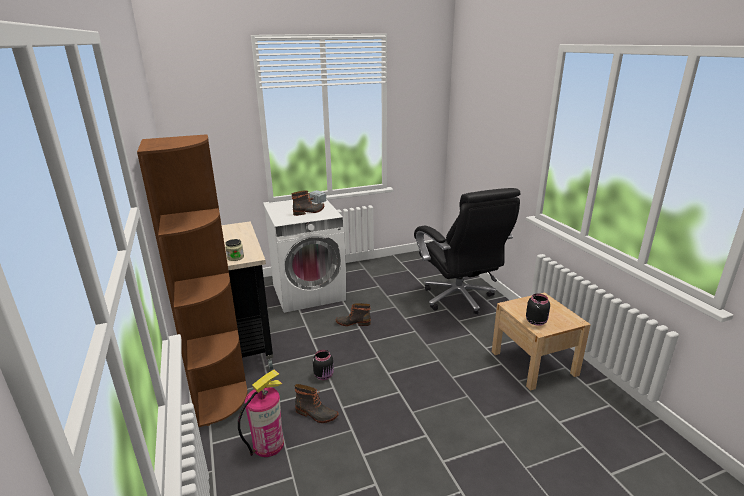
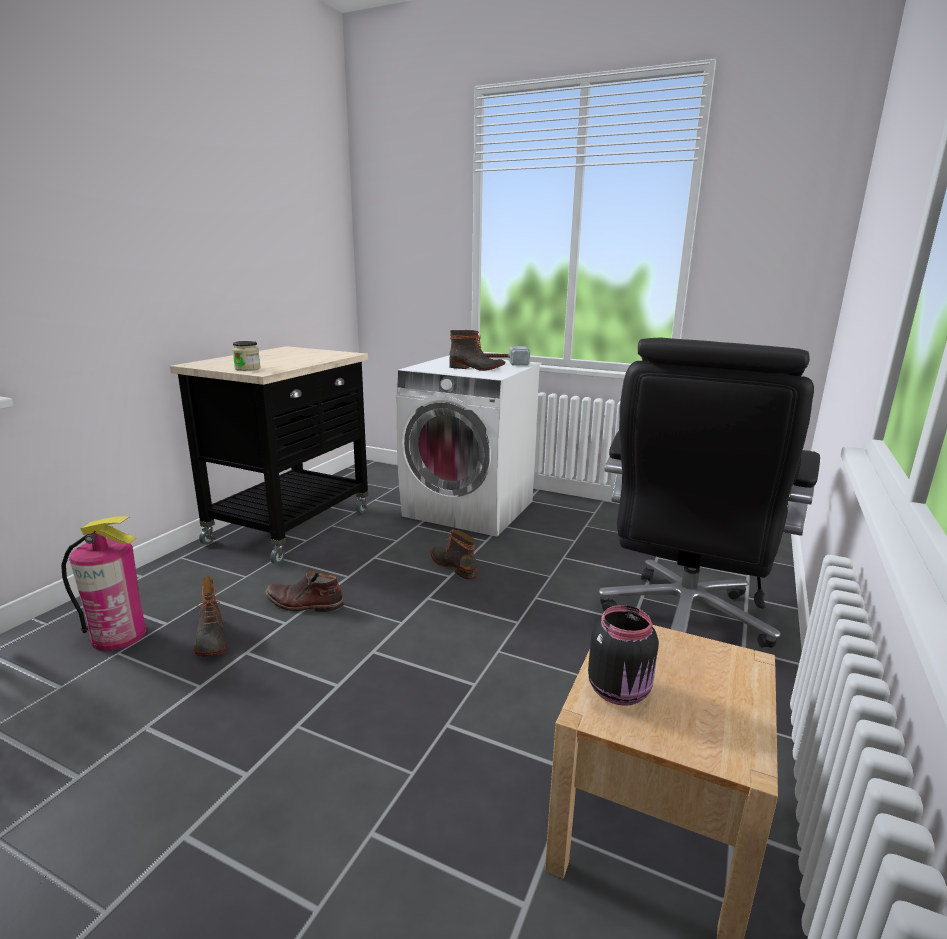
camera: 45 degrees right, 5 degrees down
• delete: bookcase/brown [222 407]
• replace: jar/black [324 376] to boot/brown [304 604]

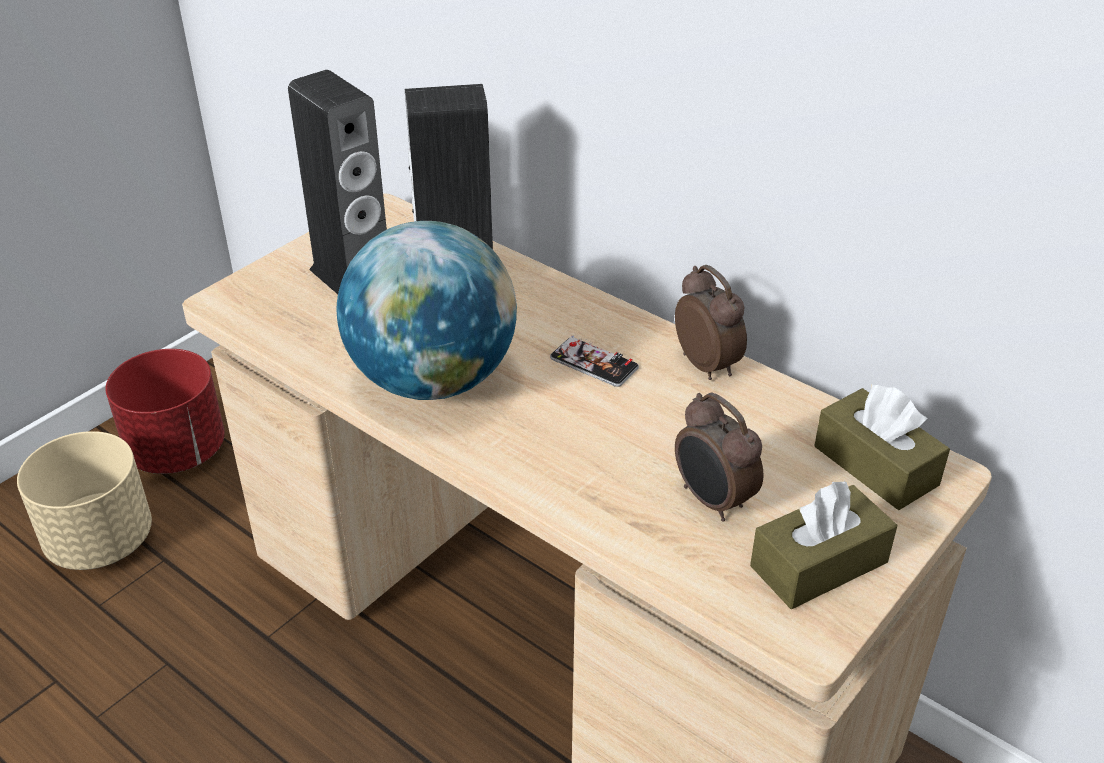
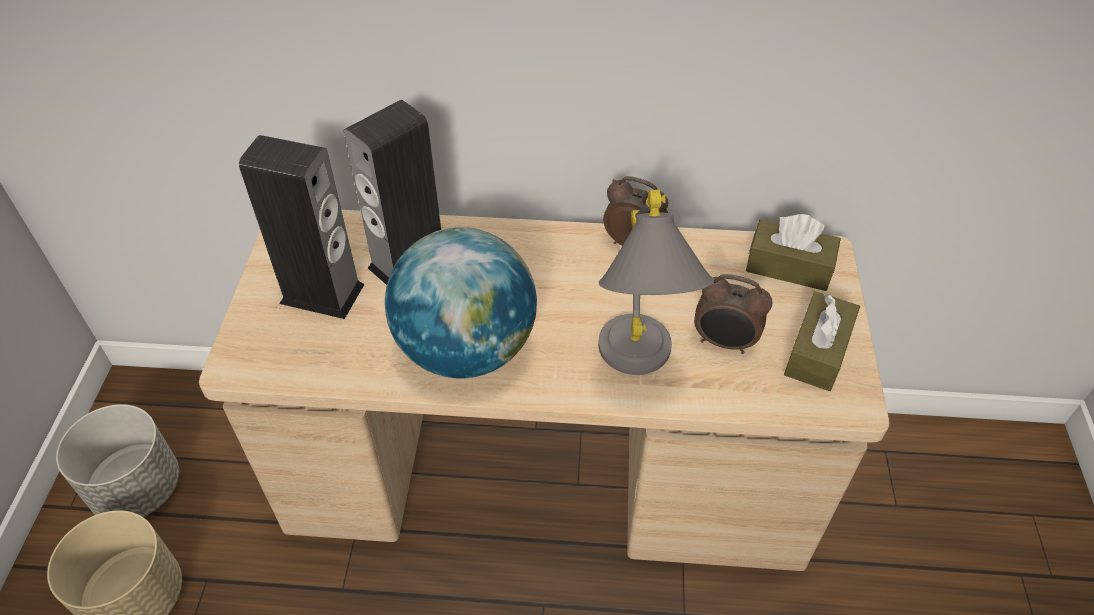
camera: 35 degrees left, 10 degrees up
• delete: phone [594 363]
• insert: table lamp/grey [637 368]
• recolor: planter/red [178 451] to planter/grey [138 488]

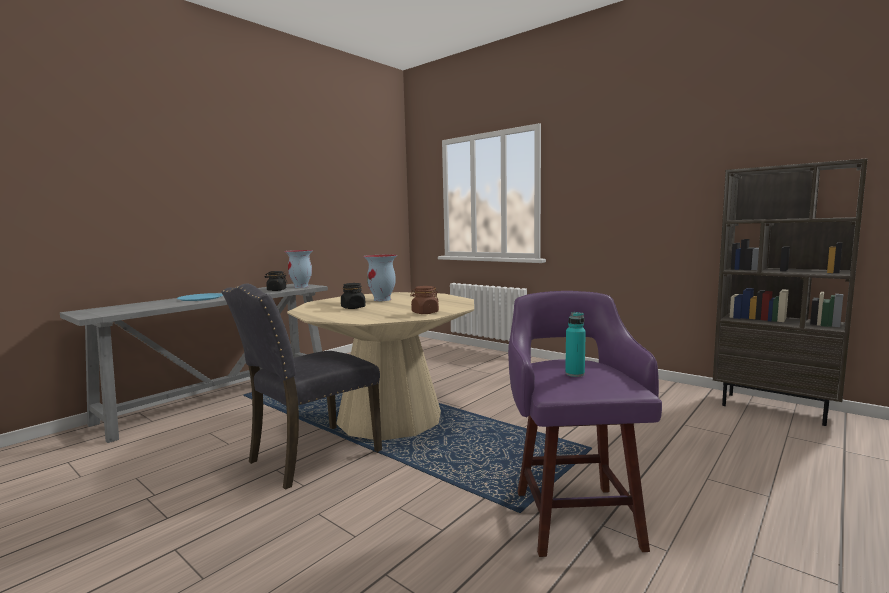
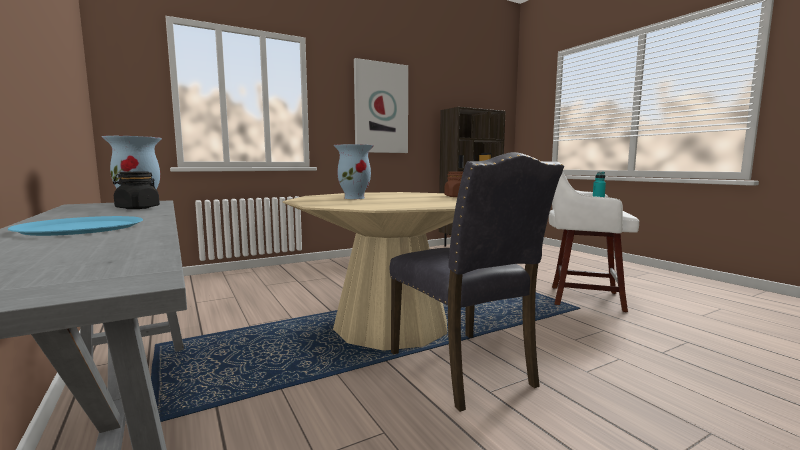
camera: 70 degrees left, 0 degrees up
• delete: jar/black [353 307]
• insert: picture [381 108]
• recolor: stool/purple [575 515] to stool/white [581 298]

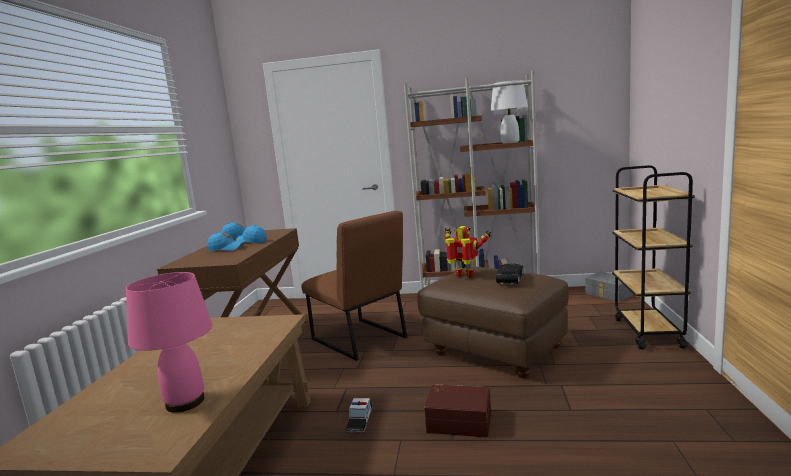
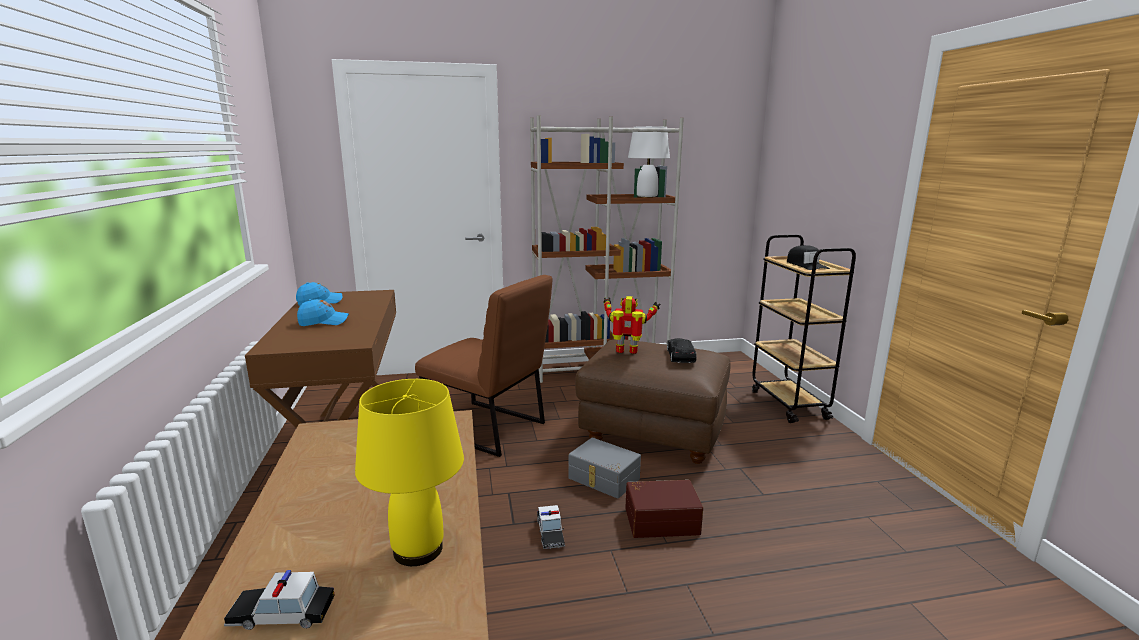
camera: 20 degrees left, 5 degrees up
• delete: cap/blue [252 241]
• insert: toy car [281 614]
• insert: cap/black [806 265]
• move: storage box/grey [608 294] to [603 479]
• recolor: table lamp/pink [184 402] to table lamp/yellow [417 550]

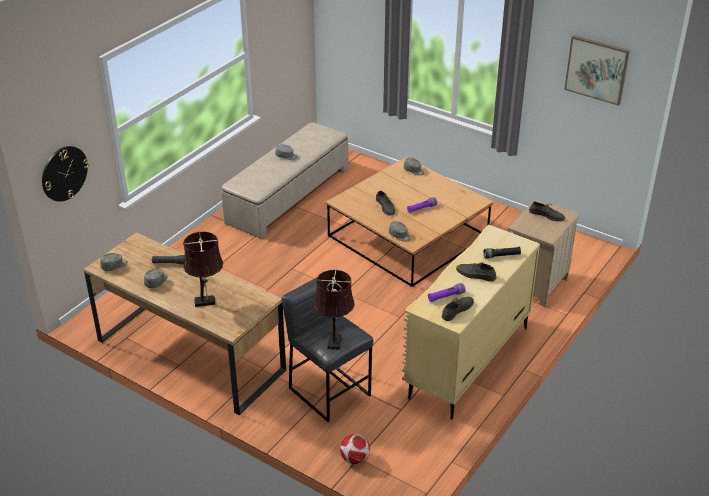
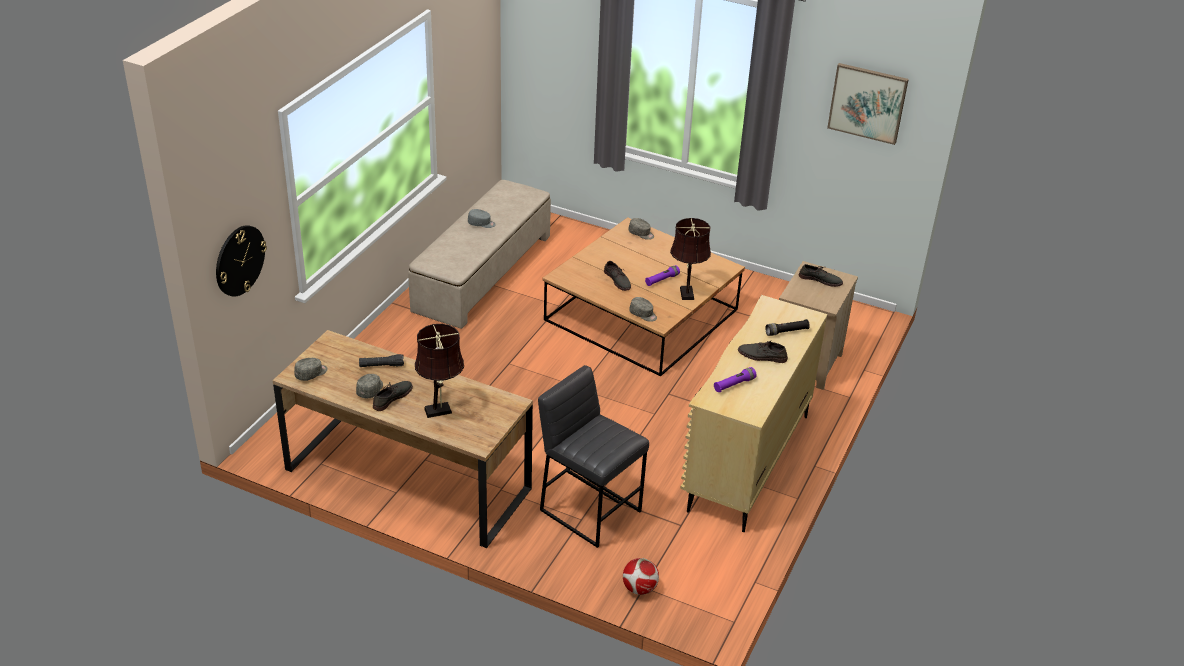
camera: 10 degrees left, 0 degrees up
• move: table lamp/brown [334 340] to [686 292]
• move: shoe/grey [457 310] to [392 397]

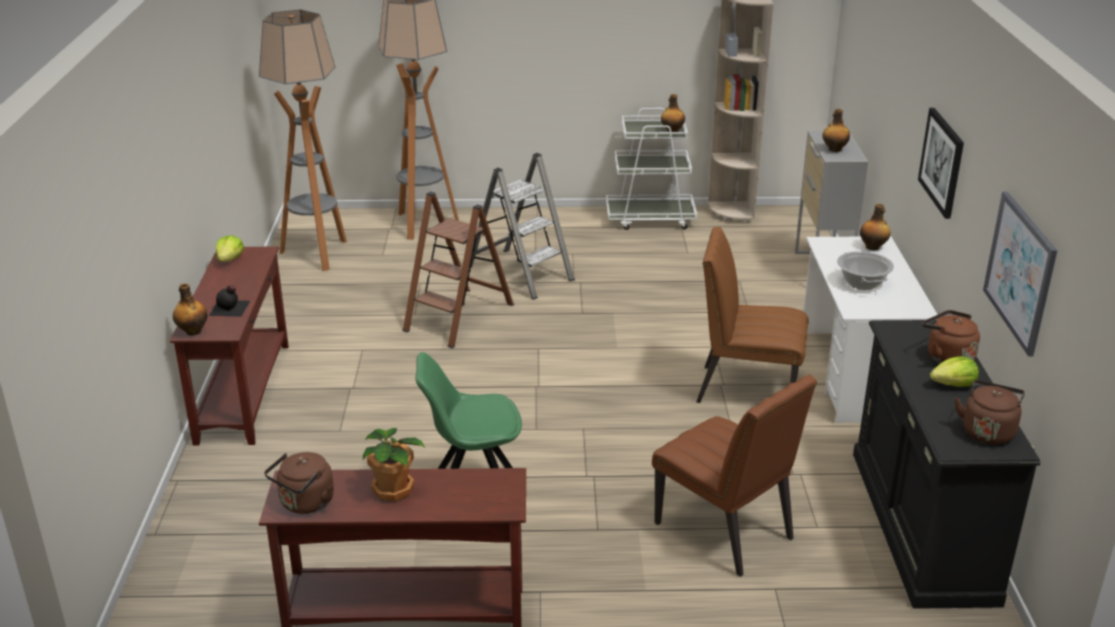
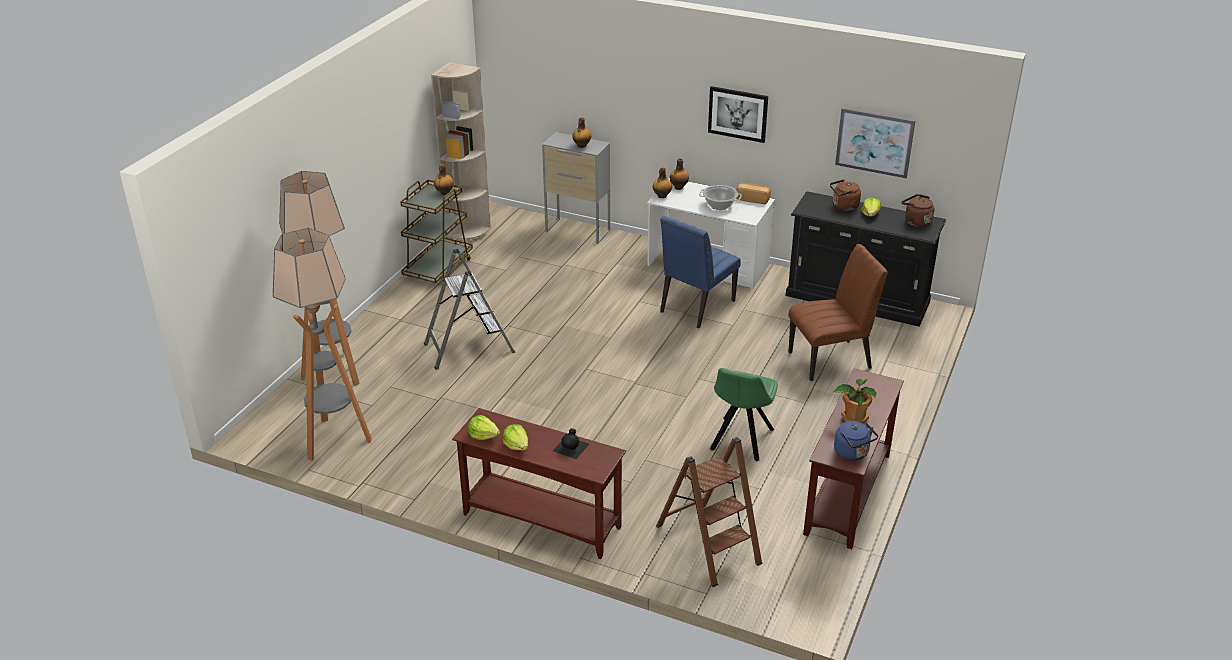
camera: 65 degrees left, 5 degrees up
• insert: lettuce [517 445]
• insert: bread [752 199]
• move: bottle [193 331] to [662 196]
• move: step ladder/brown [460 316] to [707 543]
• recolor: kettle/brown [305 504] to kettle/blue [853 453]
• recolor: cart/white [650 218] to cart/brown [438 268]
• recolor: chair/brown [747 390] to chair/blue [697 306]

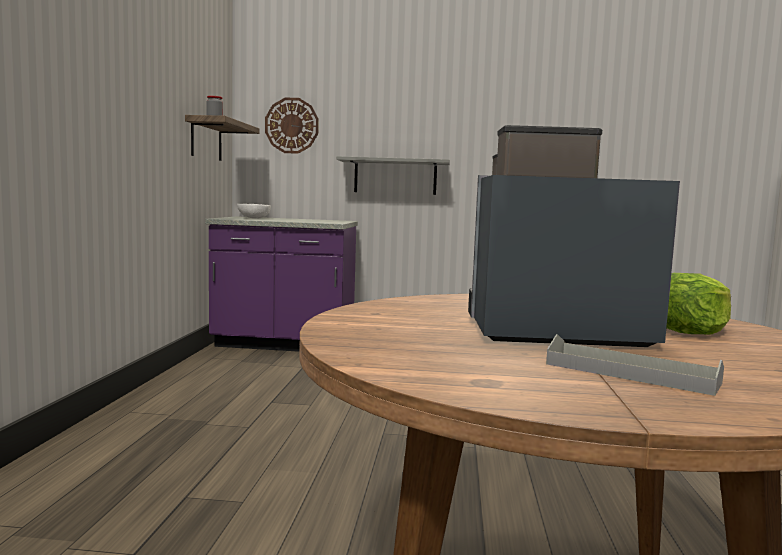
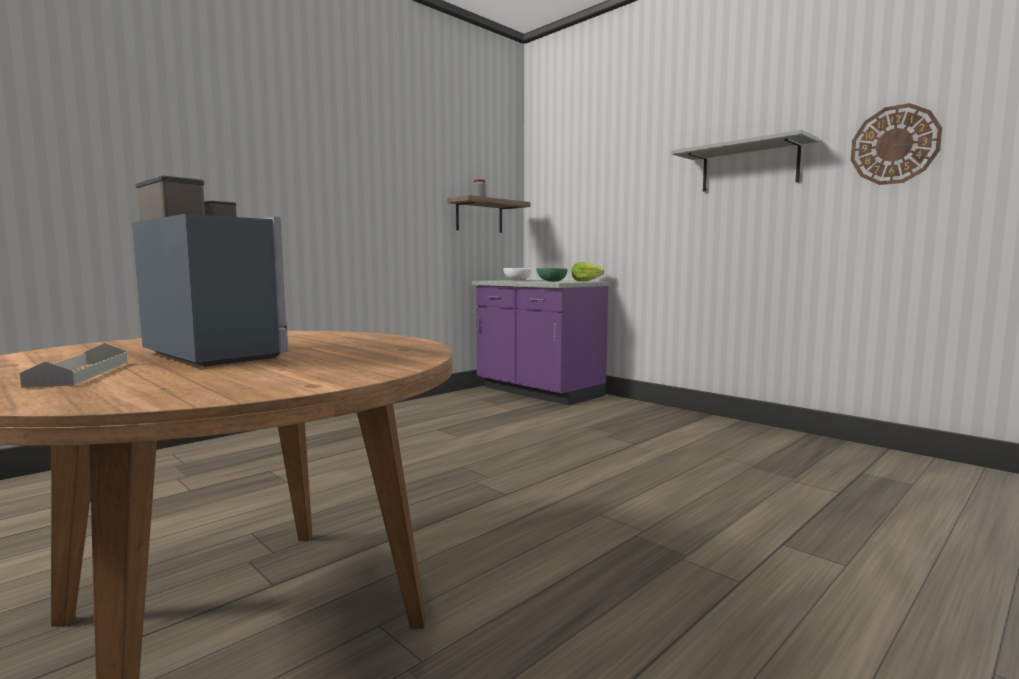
camera: 40 degrees right, 0 degrees up
• insert: bowl/green [551 281]
• move: wall clock [292 125] to [894 145]
• move: shelf/grey [395 176] to [749 167]
• move: lettuce [690 330] to [585 281]

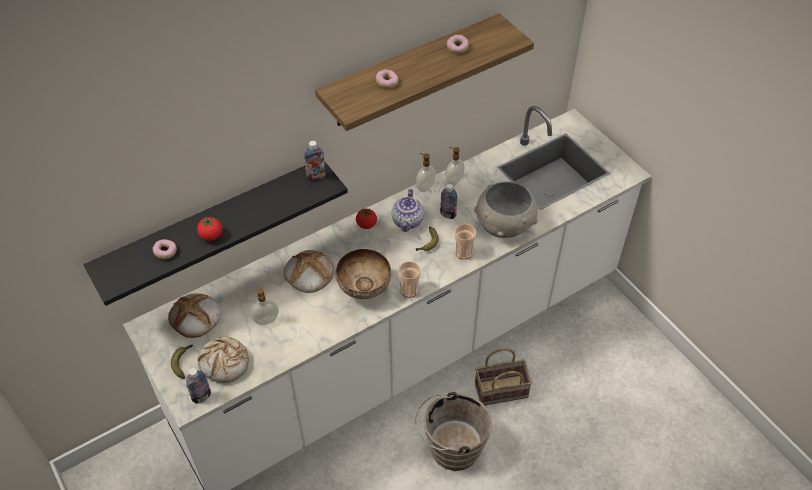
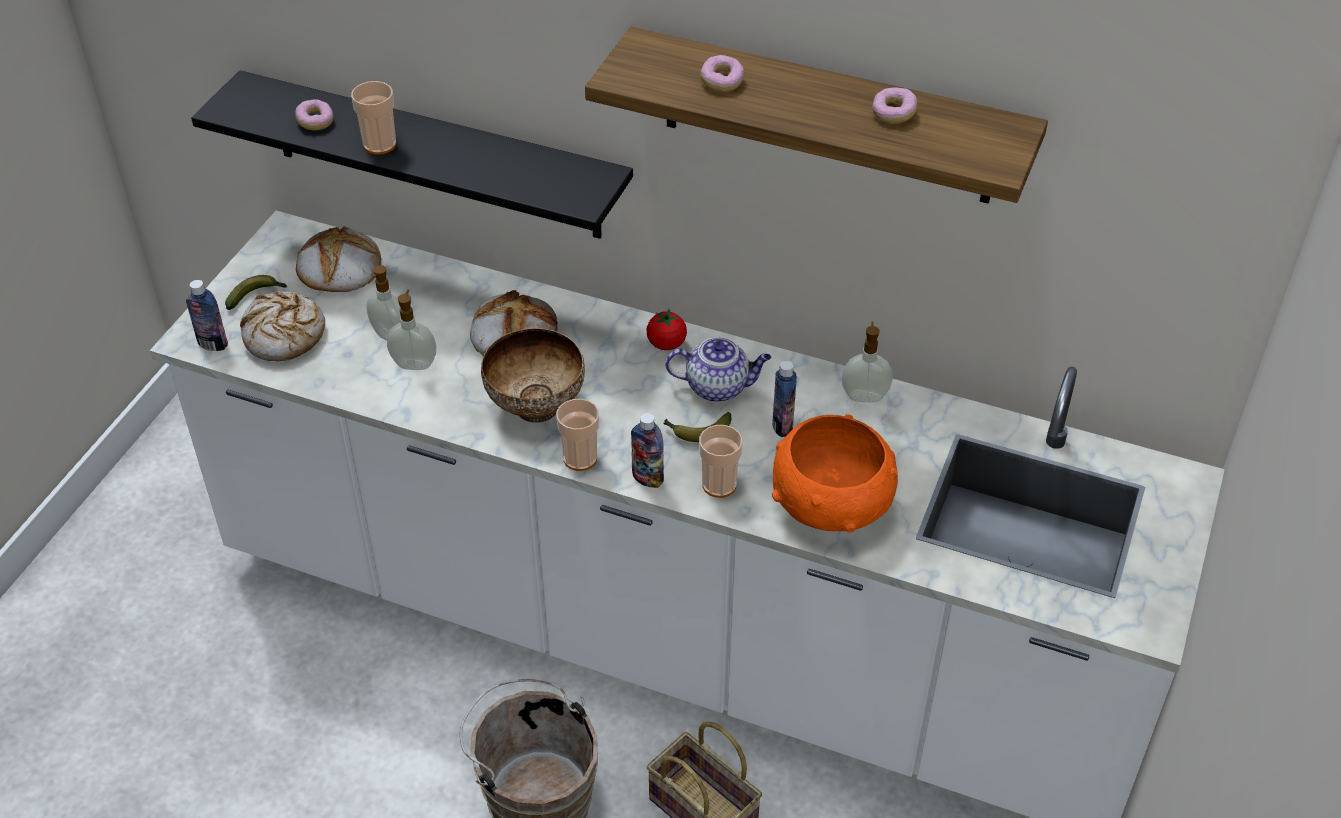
camera: 55 degrees right, 5 degrees down
• move: bottle [316 176] to [647 478]
• move: soap dispenser [425 187] to [414 363]
• replace: tomato [211 236] to cup [380 144]
• recolor: bowl/grey [504 225] to bowl/orange [831 507]
• rotate: teapot [408 222] = [718 387] 150 degrees counterclockwise

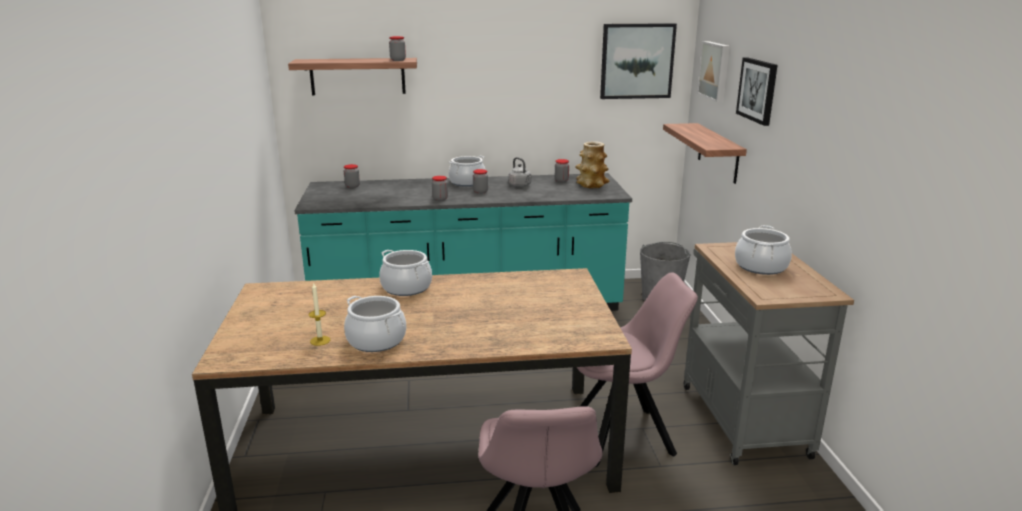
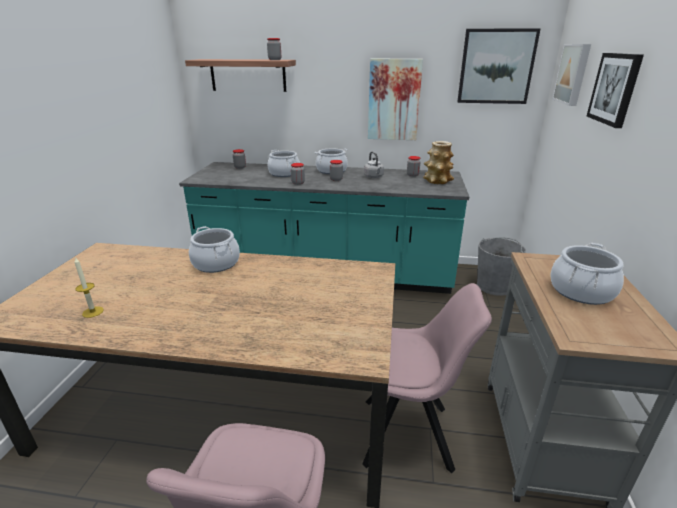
camera: 15 degrees right, 5 degrees up
• delete: shelf [718 153]
• insert: picture [394 100]
• move: cooking pot [376 340] to [284 173]

